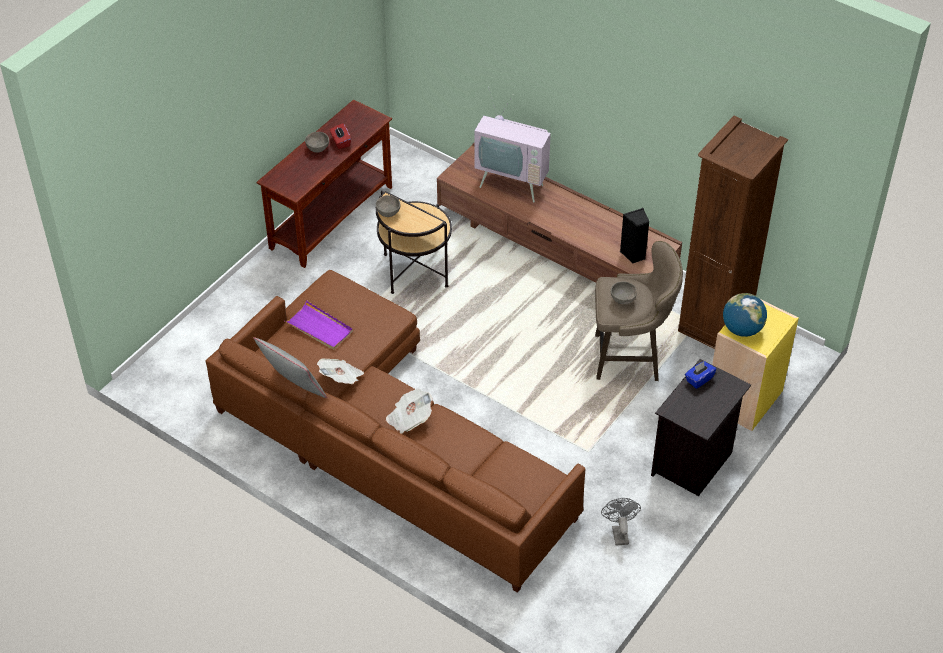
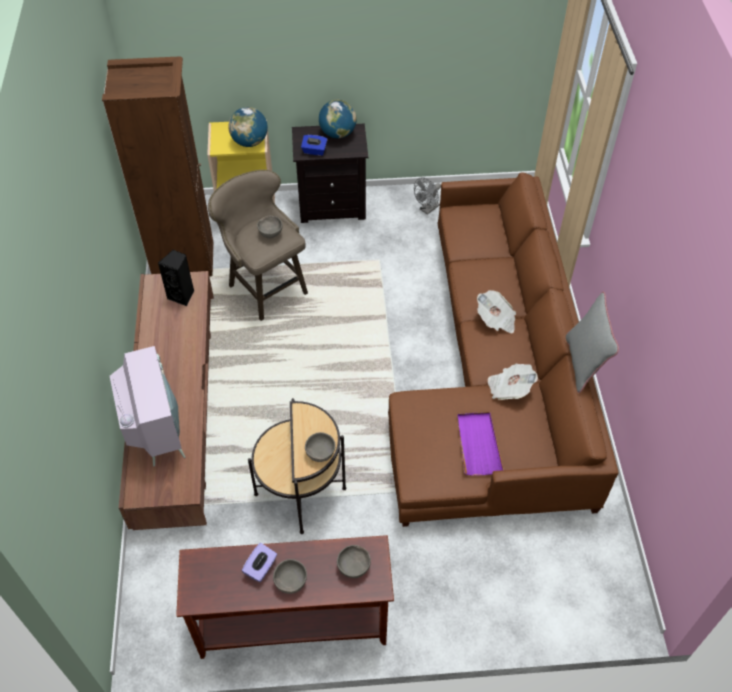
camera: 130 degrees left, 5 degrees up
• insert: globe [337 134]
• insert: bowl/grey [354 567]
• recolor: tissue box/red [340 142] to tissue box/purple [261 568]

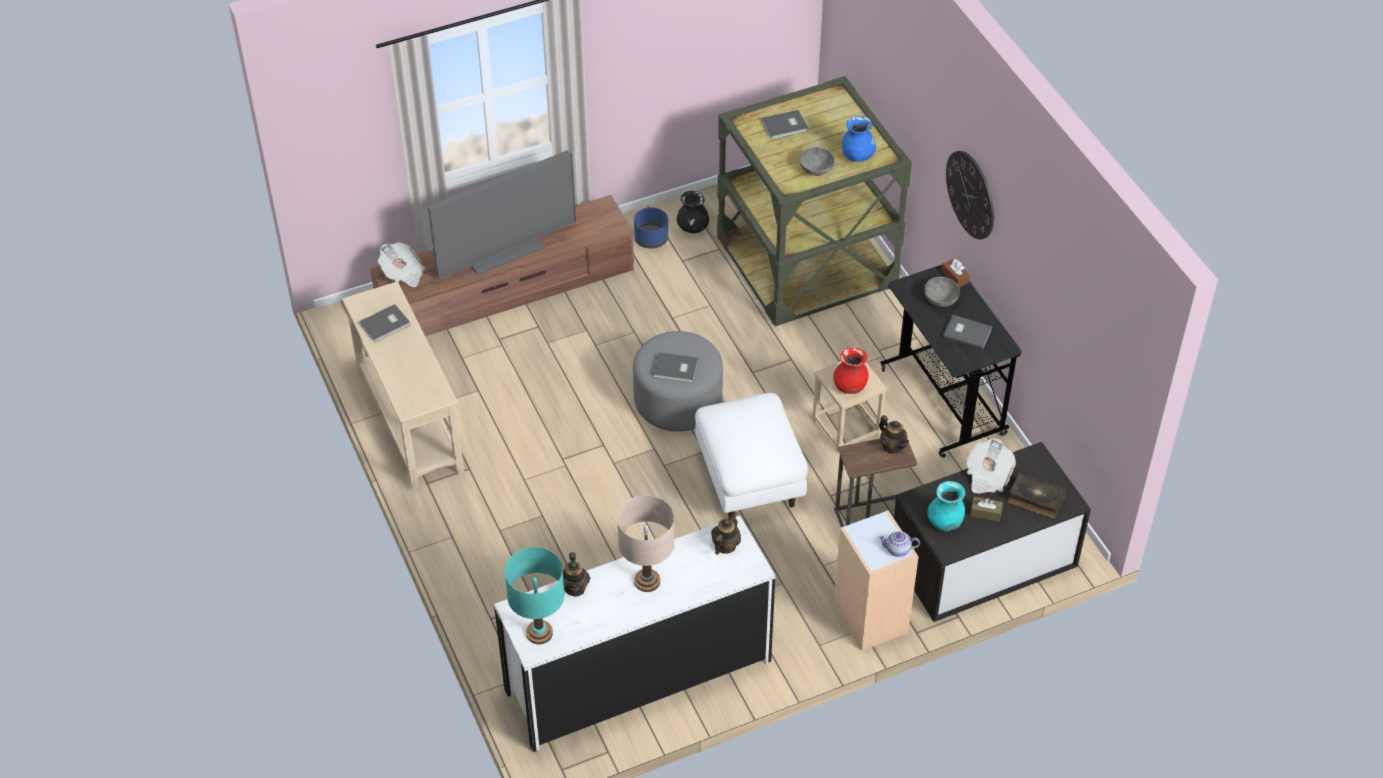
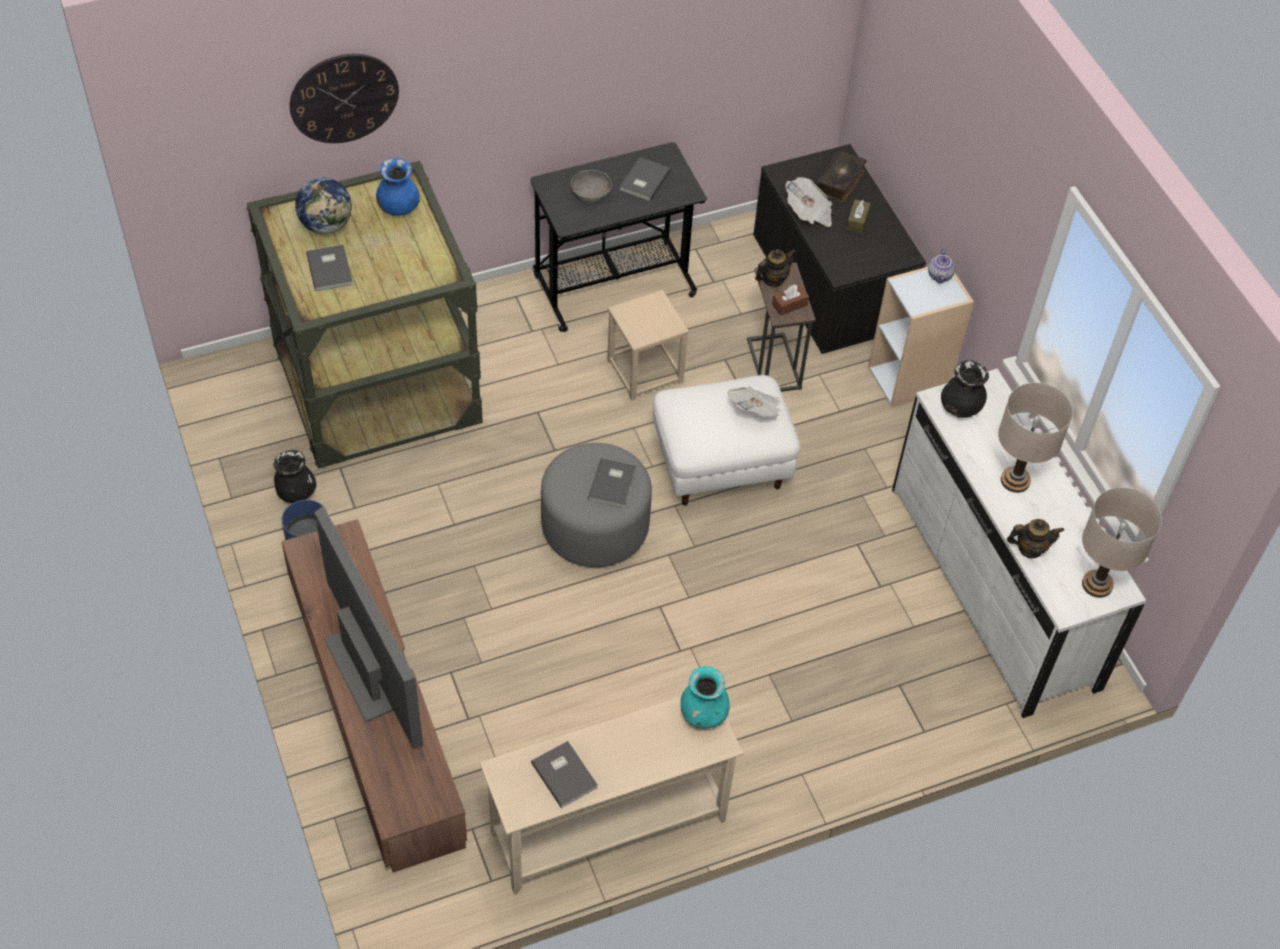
camera: 90 degrees left, 5 degrees up
• delete: bowl/grey [816 169]
• delete: vase/red [850 386]
• insert: globe [326 225]
• move: newspaper [403 273] to [755 410]
• move: vase/turquoise [945 522] to [703 714]
• move: tissue box/brown [955 277] to [789 305]
• move: wall clock [970 194] to [344 98]
• replace: teapot [725 546] to vase/black [960 407]
• recolor: table lamp/turquoise [539 633] to table lamp/beige [1097 584]

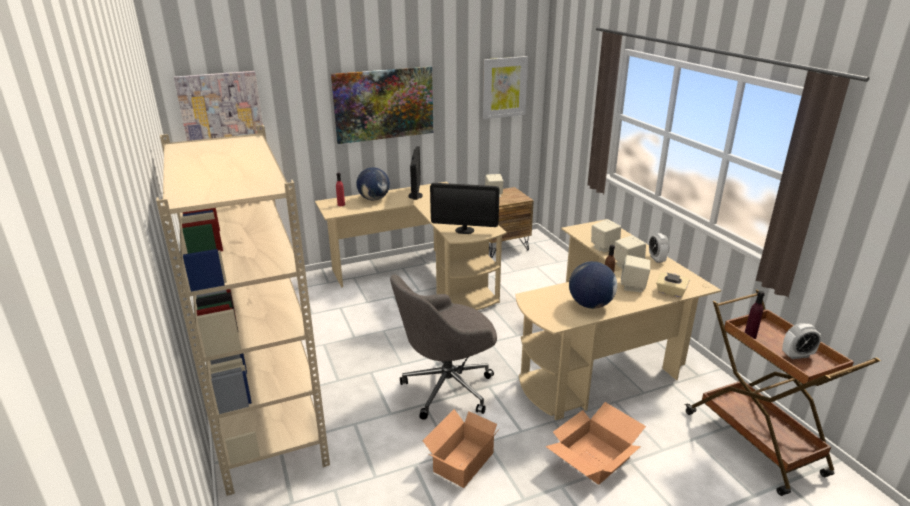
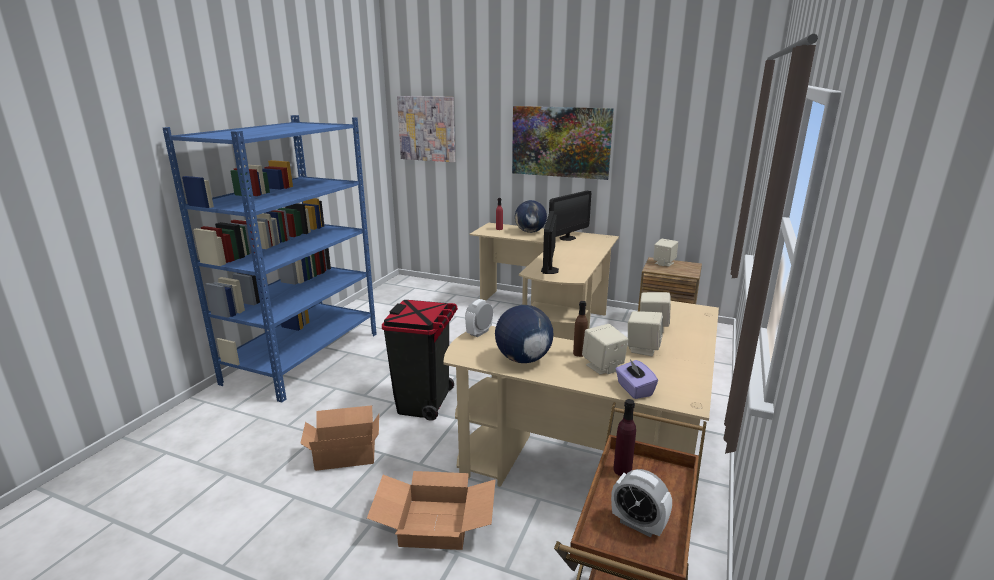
camera: 45 degrees right, 5 degrees down
• delete: picture [504 87]
• move: alarm clock [656 259] to [479 332]
• replace: office chair/grey [447 390] to trash can/black [424 402]
• recolor: bookcase/beige [267 418] to bookcase/blue [304 357]
• recolor: tissue box/beige [670 292] to tissue box/purple [634 389]
• rotate: monitor [464 230] = [549 270] 45 degrees clockwise

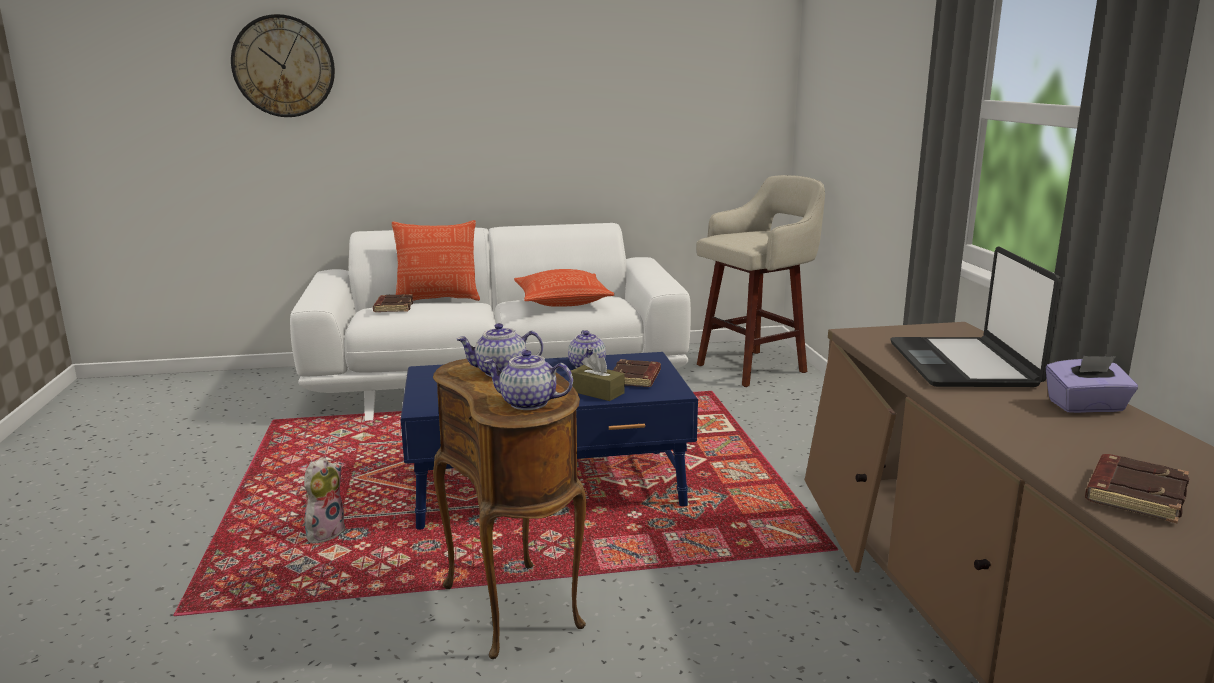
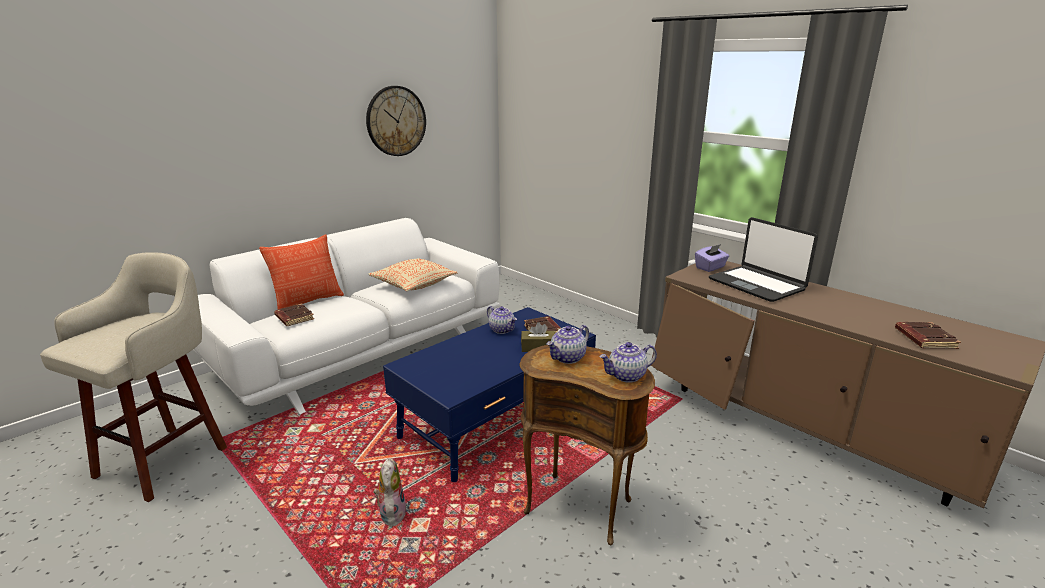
camera: 35 degrees left, 5 degrees up
• move: wall clock [283 66] to [396 121]
• move: stool/beige [755 368] to [167 459]
• move: tissue box/purple [1086 406] to [710 267]
• recolor: pillow/orange [562 302] to pillow/beige [414 284]

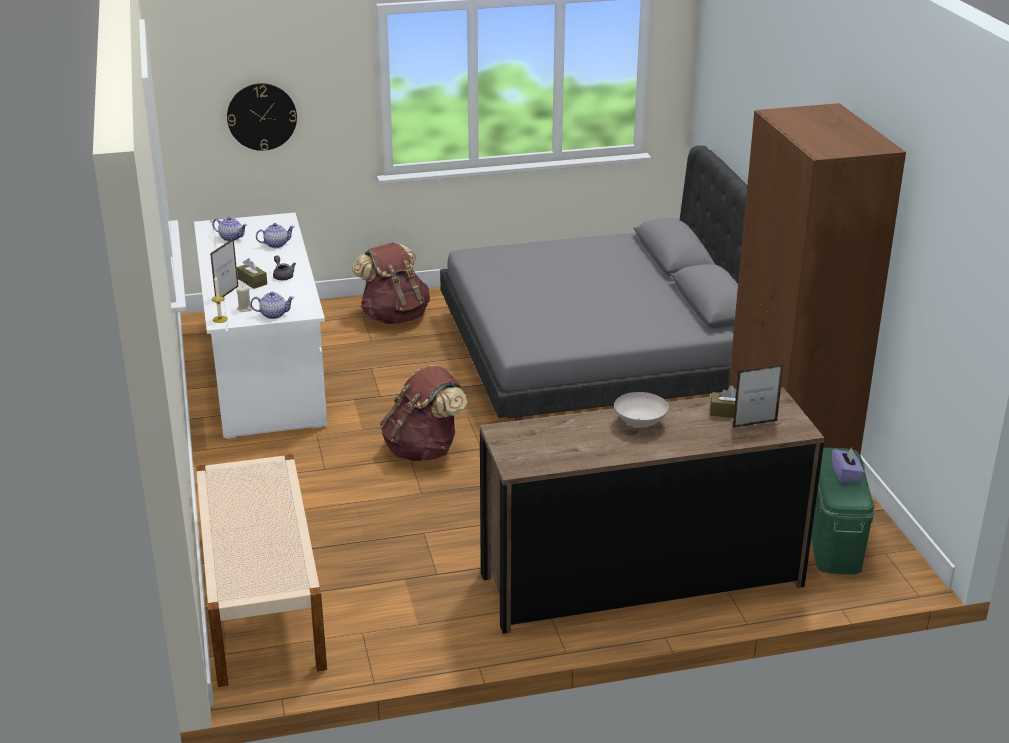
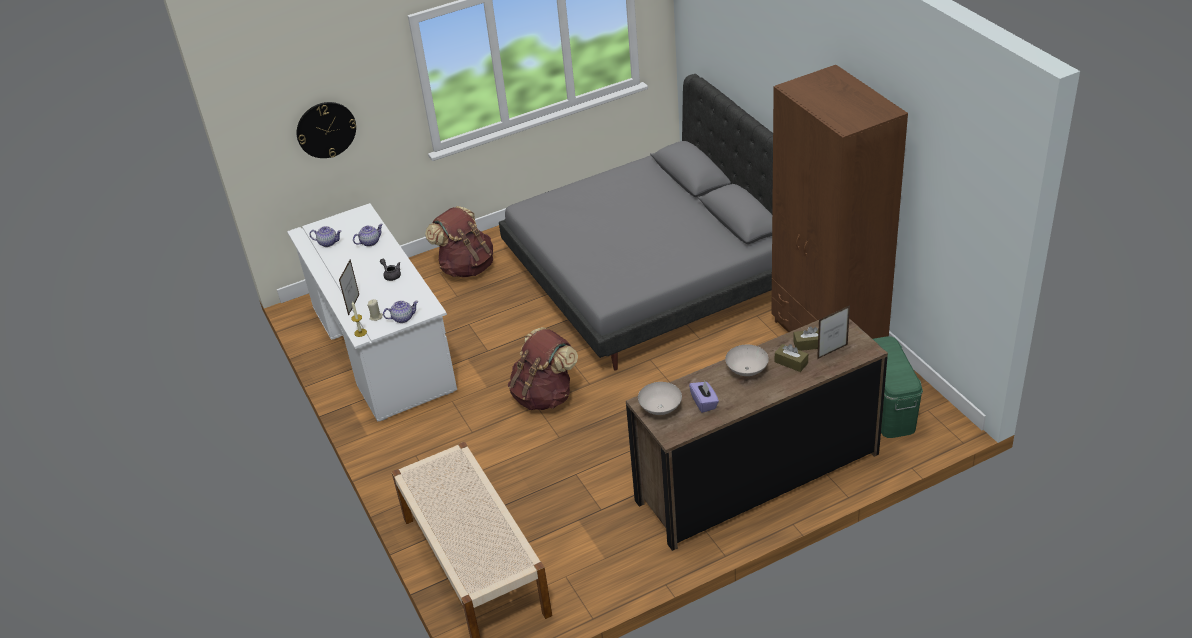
camera: 10 degrees left, 10 degrees up
• insert: bowl/white [660 408]
• move: tissue box/brown [252 281] to [791 362]
• move: tissue box/purple [845 475] to [704 403]

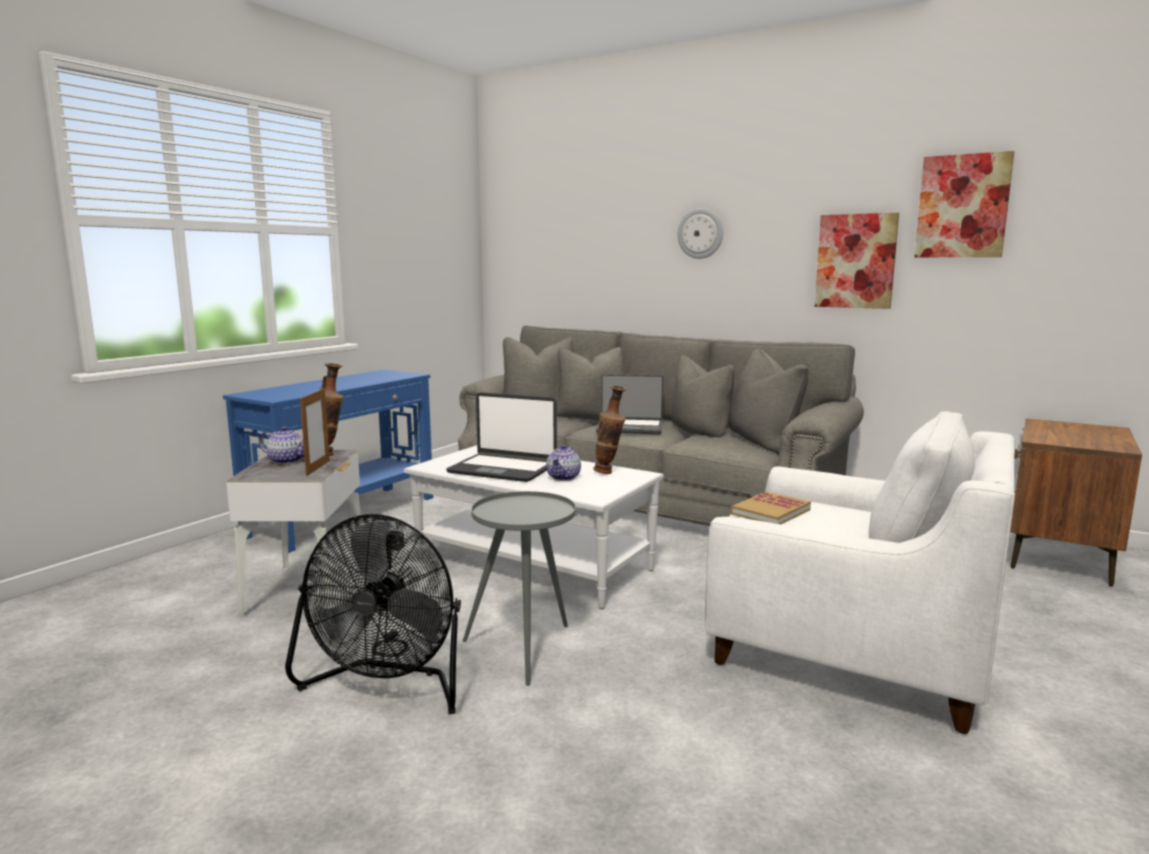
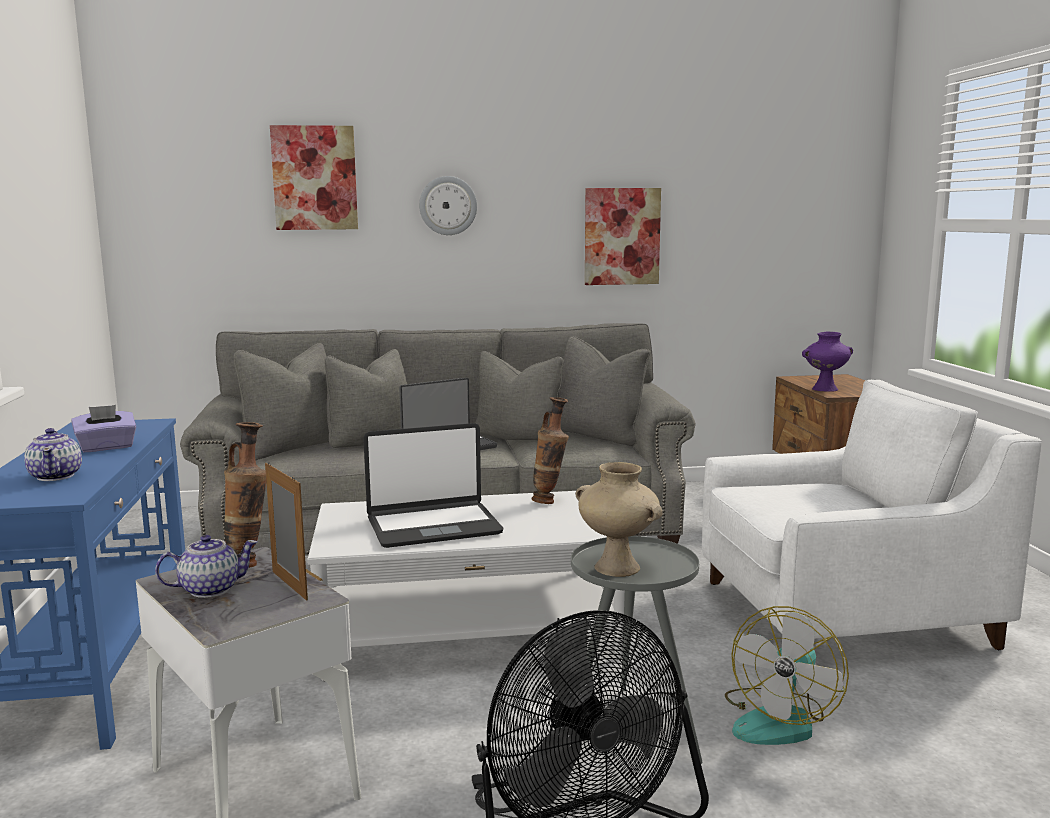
camera: 40 degrees left, 0 degrees up
• delete: book [770 512]
• insert: tissue box/purple [106 447]
• insert: vase/beige [618 568]
• insert: fan [780 720]
• insert: vase/purple [824 389]
• move: teapot [564 477] to [56 476]
• move: picture [962 206] to [315 178]

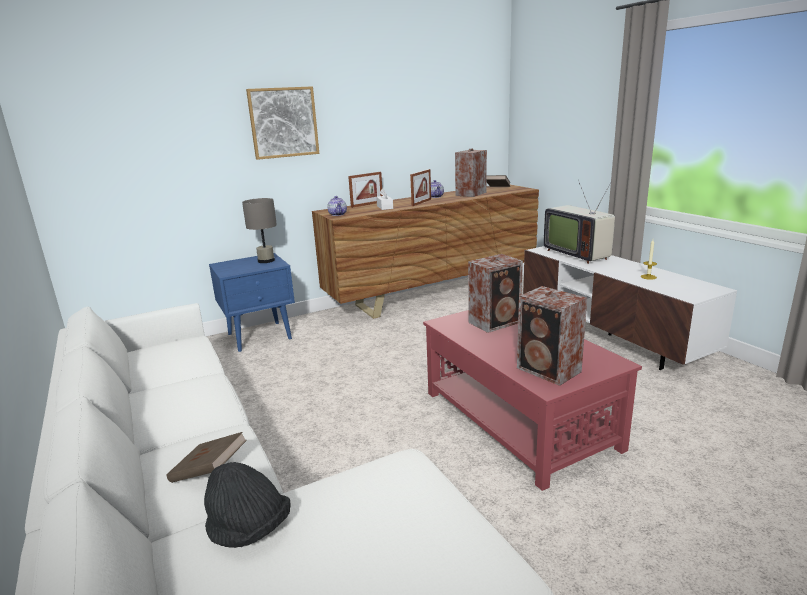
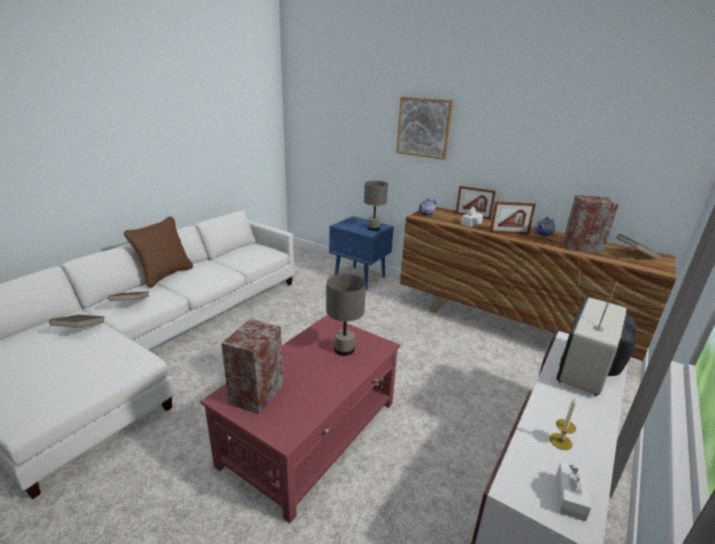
camera: 60 degrees right, 5 degrees up
• insert: pillow/brown [165 275]
• insert: tissue box/white [570 497]
• replace: hat/black [249 529] to book/brown [80 329]
• replace: speaker [496 322] to table lamp/grey [344 349]

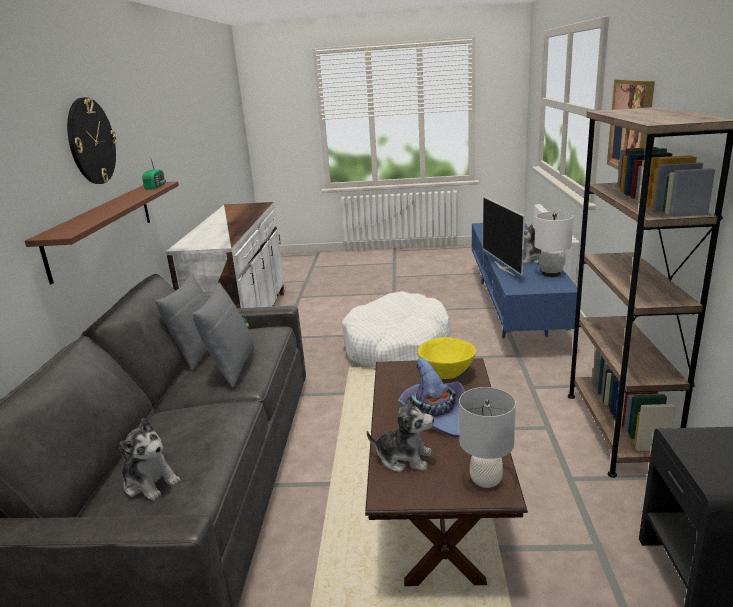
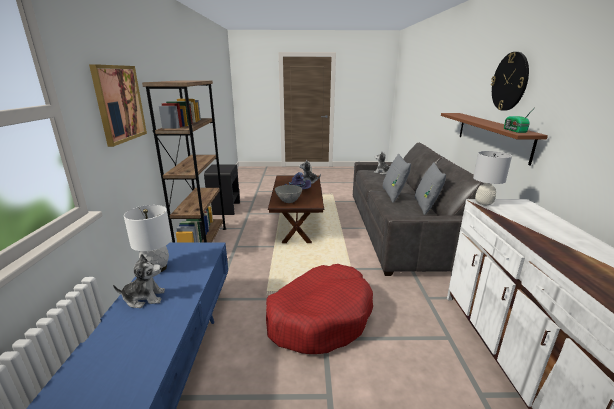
camera: 175 degrees right, 0 degrees up
• delete: television [504 268]
• move: table lamp/grey [484 481] to [484 203]
• recolor: dog bed/white [396 345] to dog bed/red [319 317]
• recolor: bowl/yellow [447 374] to bowl/grey [288 201]

